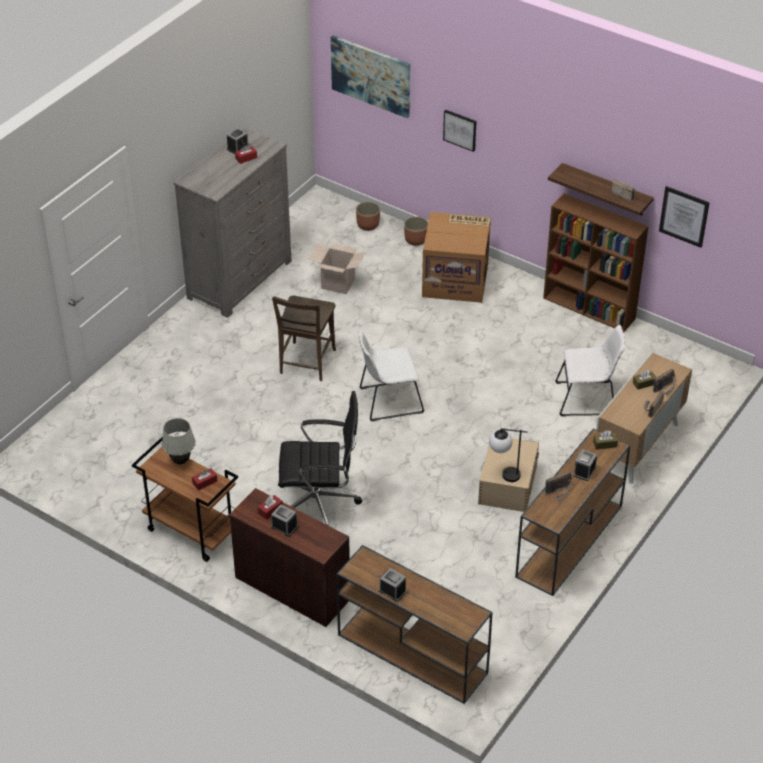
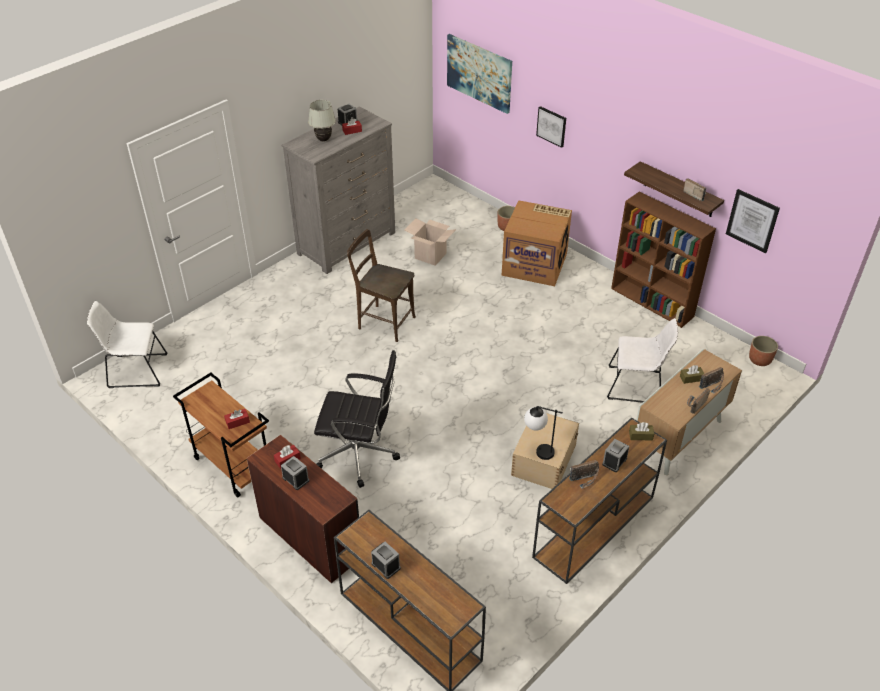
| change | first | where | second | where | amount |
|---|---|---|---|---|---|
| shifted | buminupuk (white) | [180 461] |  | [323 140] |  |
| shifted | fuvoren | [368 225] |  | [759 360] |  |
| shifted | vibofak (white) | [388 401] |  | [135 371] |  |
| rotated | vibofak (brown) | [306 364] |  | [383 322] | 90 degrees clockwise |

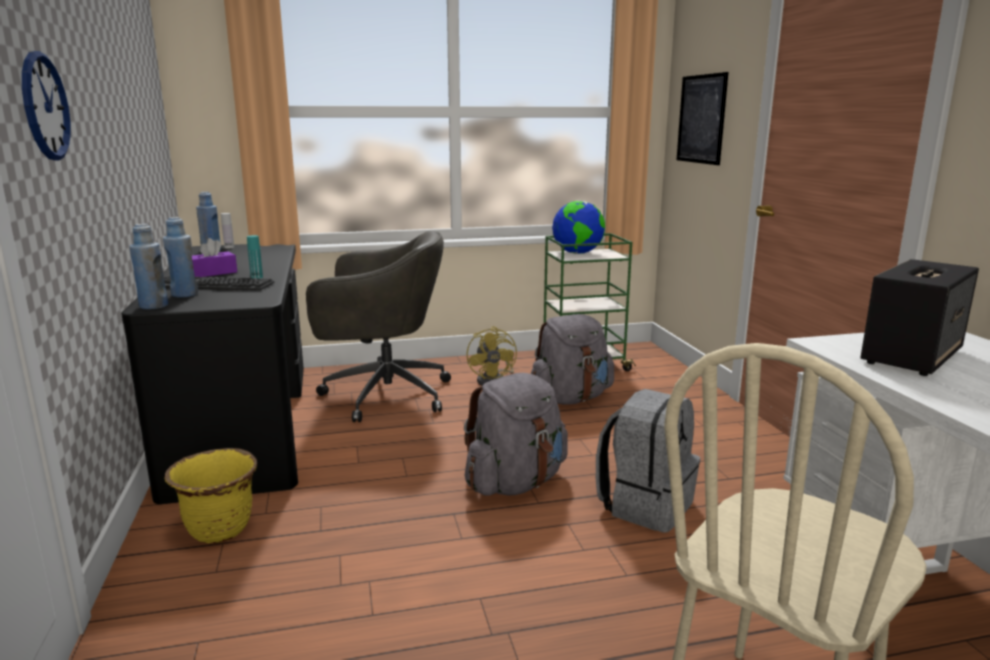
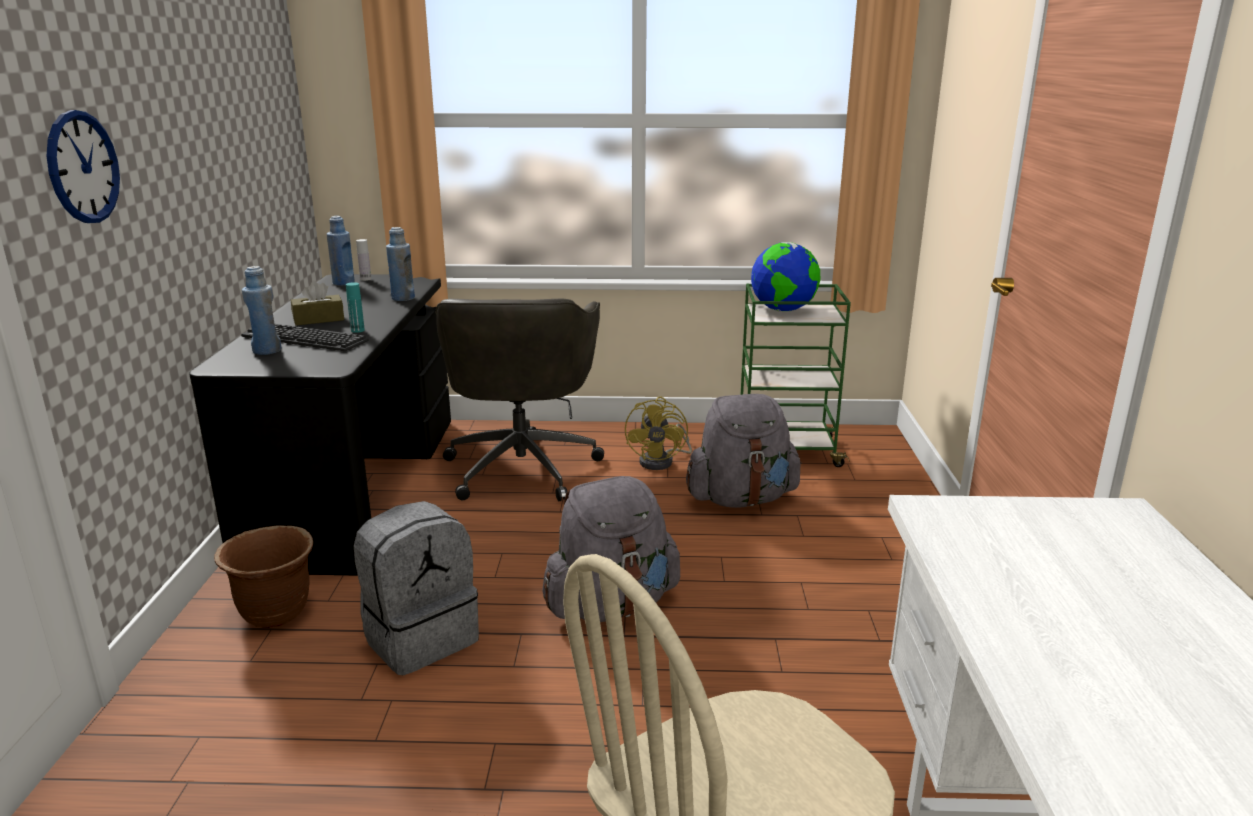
| change | first | where | second | where | amount |
|---|---|---|---|---|---|
| gone | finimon | [701 119] |  |  |  |
| gone | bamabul | [912 356] |  |  |  |
| shifted | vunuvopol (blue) | [153 306] |  | [403 298] |  |
| shifted | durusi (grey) | [645 505] |  | [420 637] |  |
| repainted | fuvoren (yellow) | [219 529] | fuvoren (brown) | [275 612] |  |
| repainted | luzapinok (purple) | [213 273] | luzapinok (brown) | [318 319] |  |
| rotated | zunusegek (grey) | [383 395] |  | [522 466] | 75 degrees clockwise |

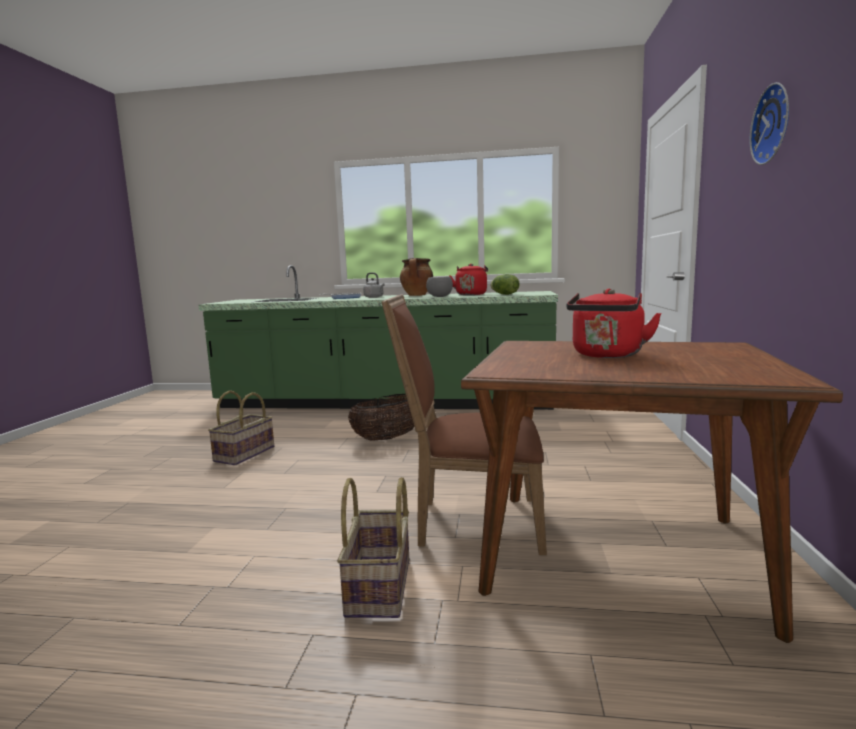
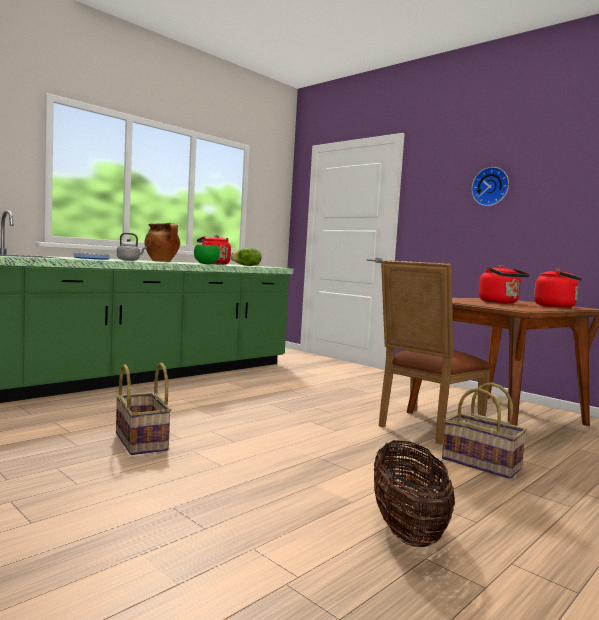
| change | first | where | second | where | amount |
|---|---|---|---|---|---|
| new |  |  | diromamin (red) | [557 307] |  |
| shifted | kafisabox | [388 438] |  | [407 530] |  |
| repainted | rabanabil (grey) | [440 297] | rabanabil (green) | [206 264] |  |

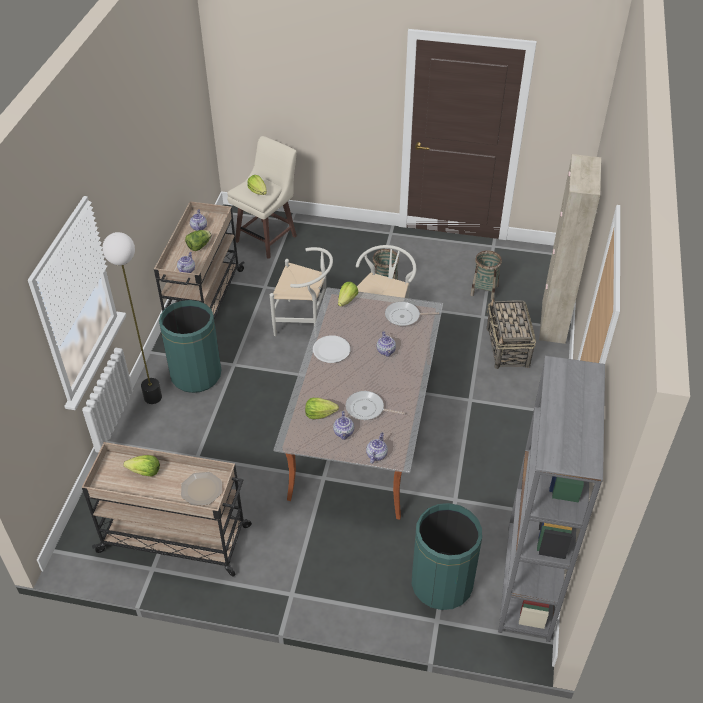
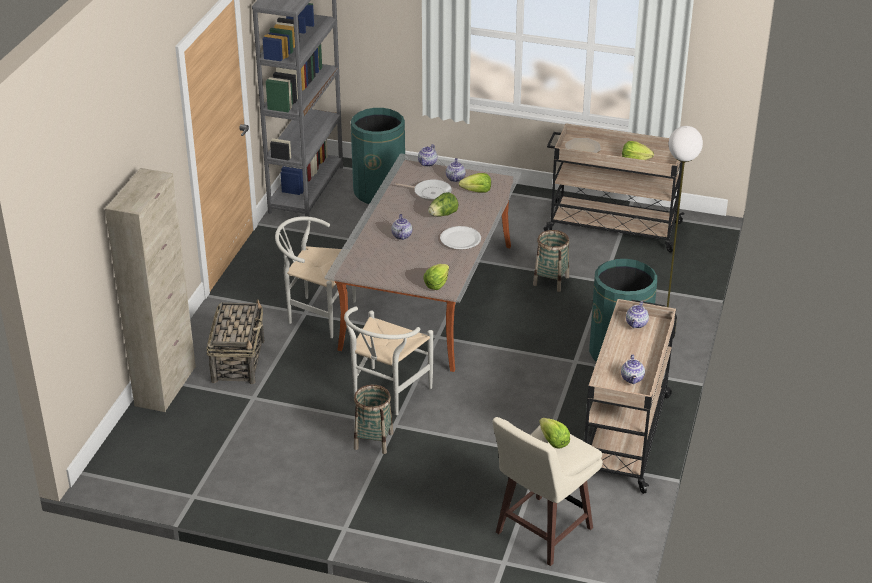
| change | first | where | second | where | amount |
|---|---|---|---|---|---|
| gone | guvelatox | [404 316] |  |  |  |
| shifted | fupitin | [199 246] |  | [443 215] |  |
| shifted | vibofak (white) | [305 321] |  | [316 313] |  |
| shifted | kafisabox | [484 290] |  | [551 281] |  |

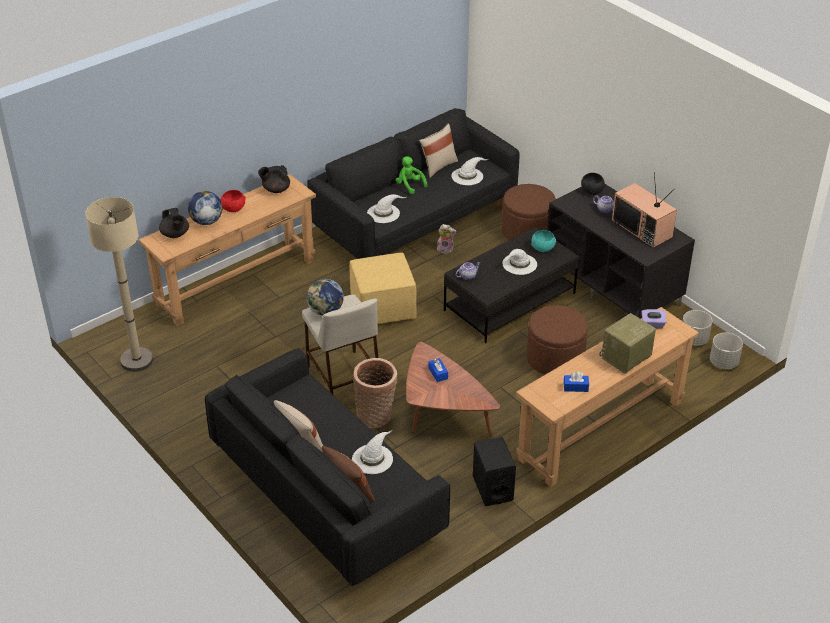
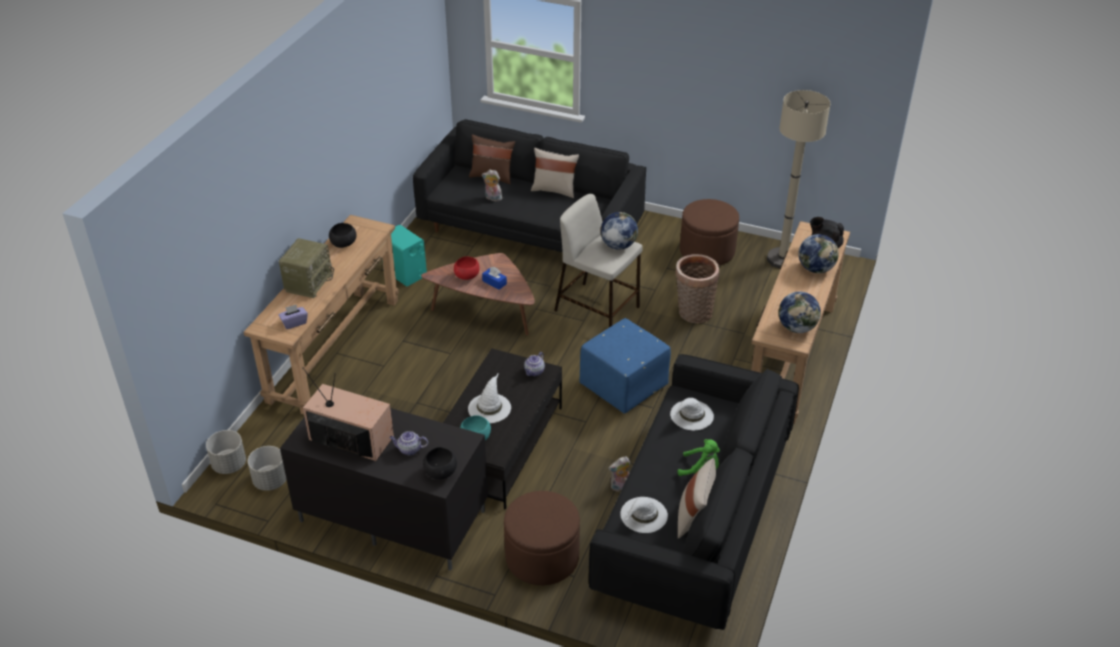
| change | first | where | second | where | amount |
|---|---|---|---|---|---|
| shifted | rabanabil (red) | [234 208] |  | [467 277] |  |
| shifted | kafisabox | [376 416] |  | [693 314] |  |
| shifted | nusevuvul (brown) | [555 358] |  | [707 251] |  |
| swapped | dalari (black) | [275 189] | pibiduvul | [797 328] |  |
| swapped | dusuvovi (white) | [372 458] | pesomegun | [492 198] |  |
| swapped | luzapinok (blue) | [575 387] | rabanabil (black) | [344 244] |  |
| repainted | nusevuvul (yellow) | [383 308] | nusevuvul (blue) | [624 387] |  |
| repainted | bamabul (black) | [492 488] | bamabul (turquoise) | [405 273] |  |

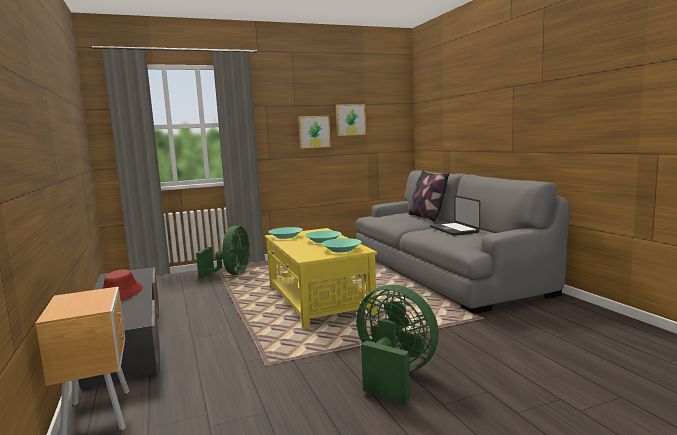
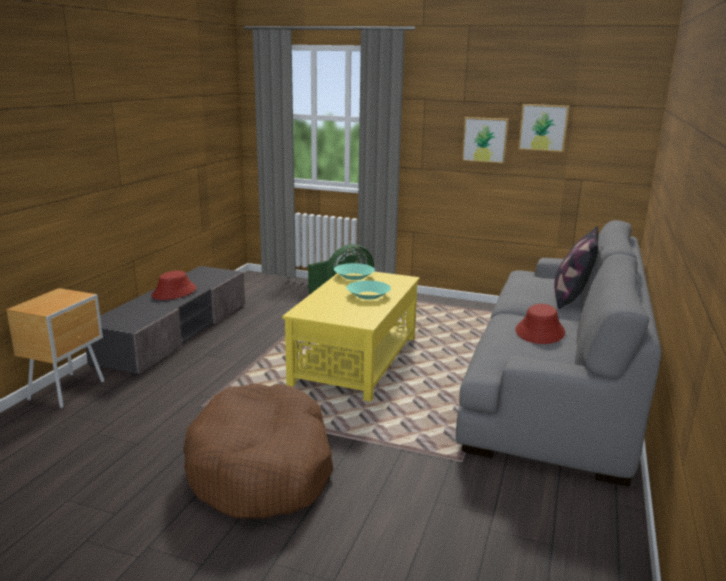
| change | first | where | second | where | amount |
|---|---|---|---|---|---|
| gone | rabanabil (turquoise) | [341 250] |  |  |  |
| swapped | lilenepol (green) | [394 374] | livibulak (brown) | [262 468] |  |
| swapped | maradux | [454 230] | dusuvovi (red) | [540 332] |  |

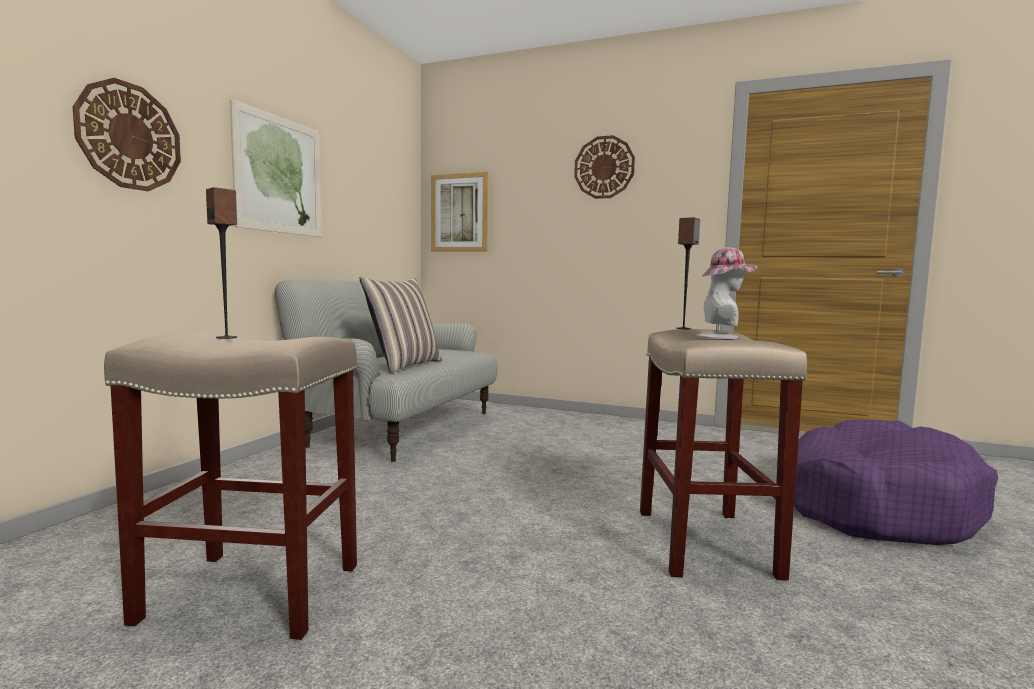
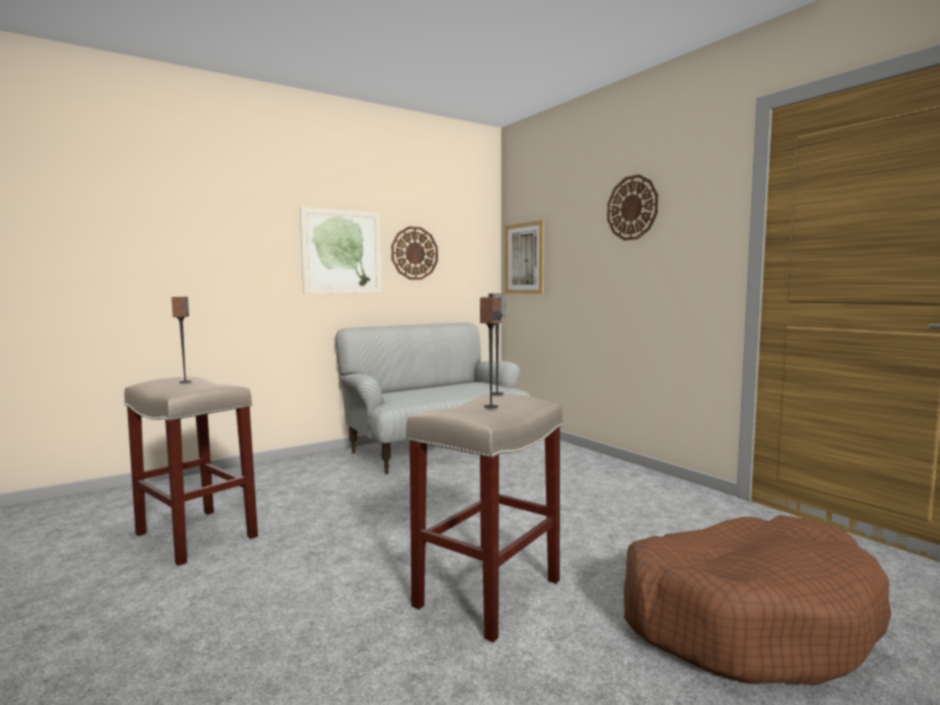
| change | first | where | second | where | amount |
|---|---|---|---|---|---|
| gone | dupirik | [404 365] |  |  |  |
| shifted | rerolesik | [129 136] |  | [414 253] |  |
| swapped | dusuvovi | [722 337] | bamabul | [490 406] |  |
| repainted | livibulak (purple) | [873 504] | livibulak (brown) | [746 619] |  |

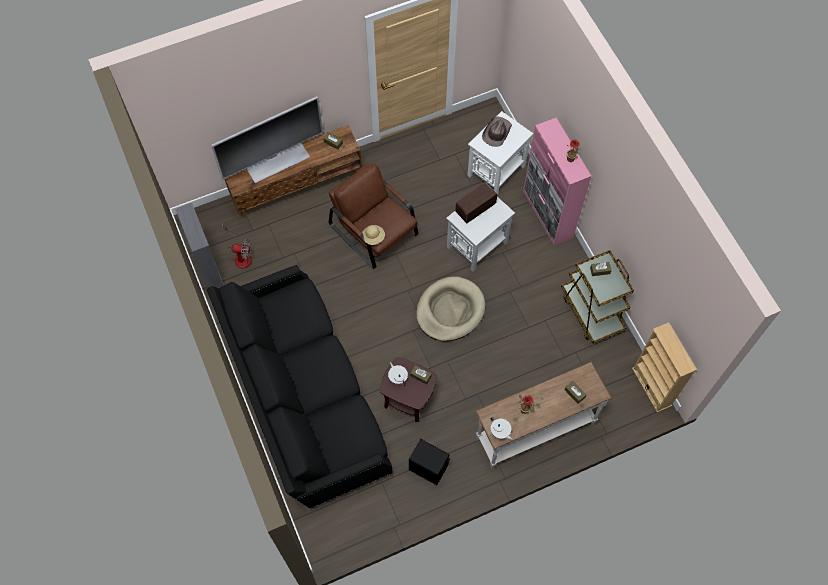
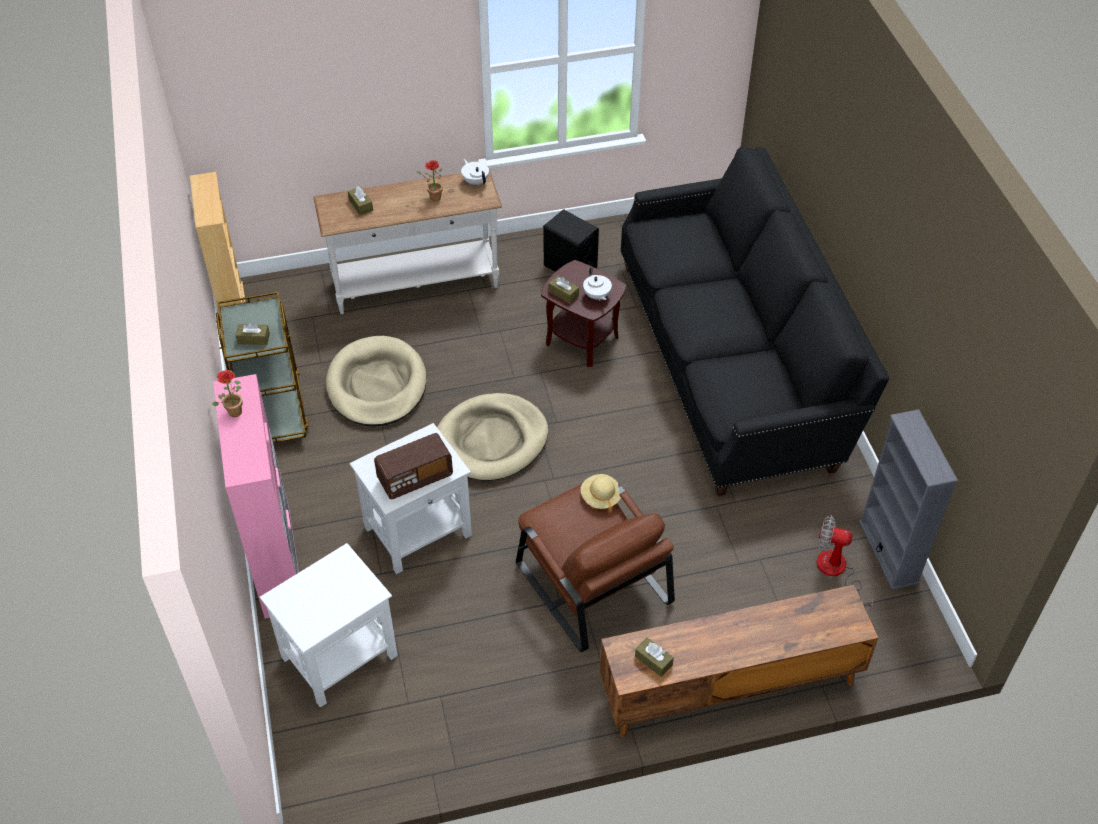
| change | first | where | second | where | amount |
|---|---|---|---|---|---|
| gone | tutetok | [277 162] |  |  |  |
| gone | dusuvovi (brown) | [496 132] |  |  |  |
| new |  |  | livibulak (beige) | [377 385] |  |

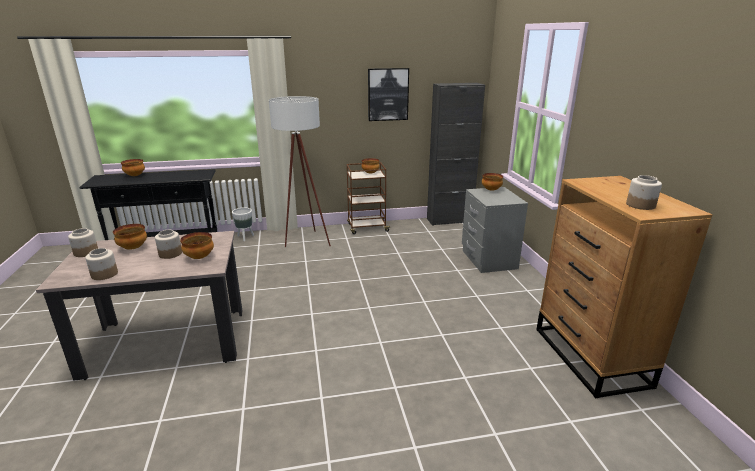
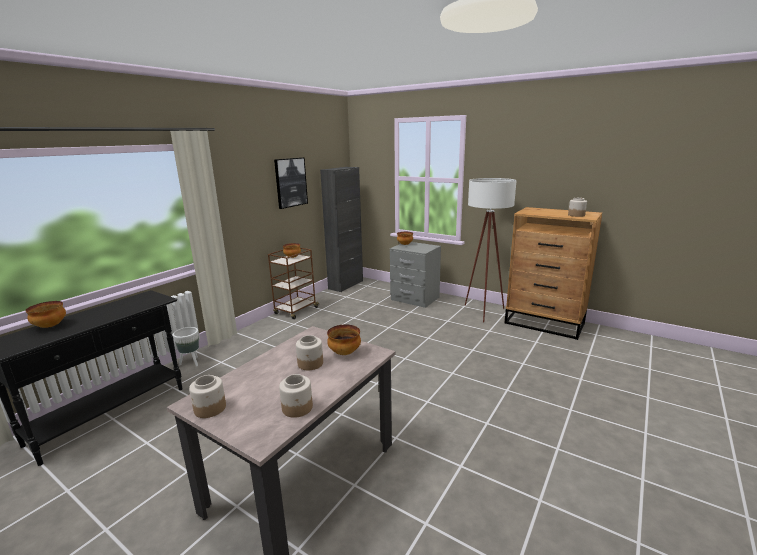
| change | first | where | second | where | amount |
|---|---|---|---|---|---|
| gone | rabanabil | [133 248] |  |  |  |
| shifted | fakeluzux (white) | [304 242] |  | [483 314] |  |

